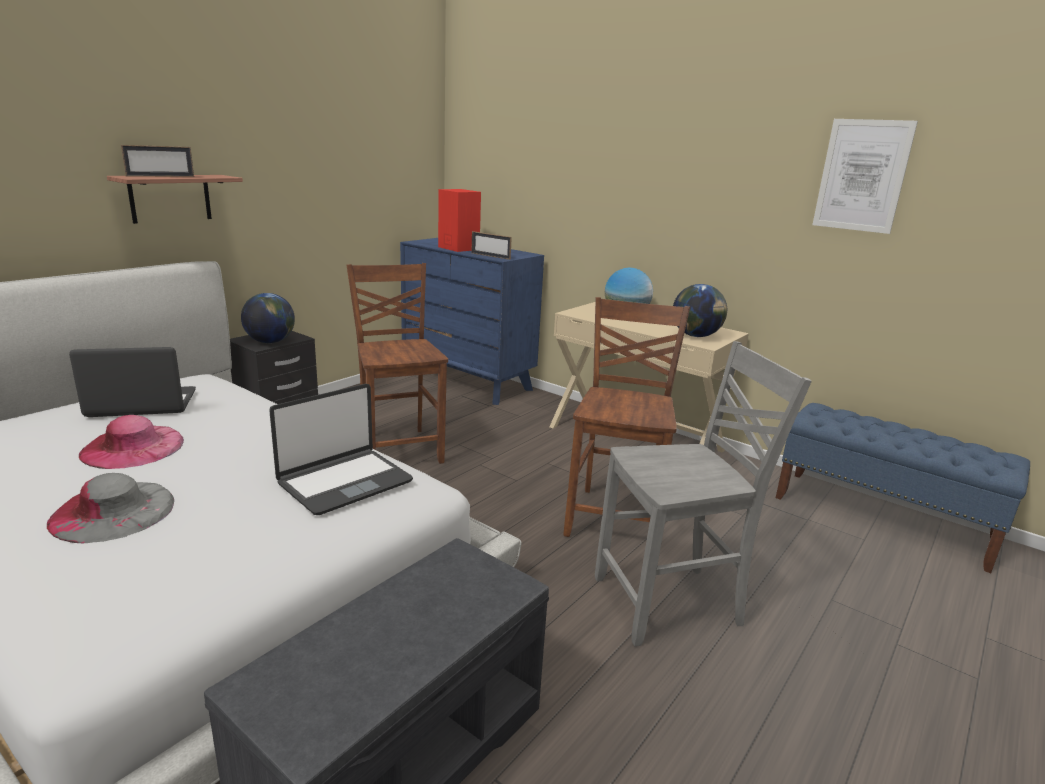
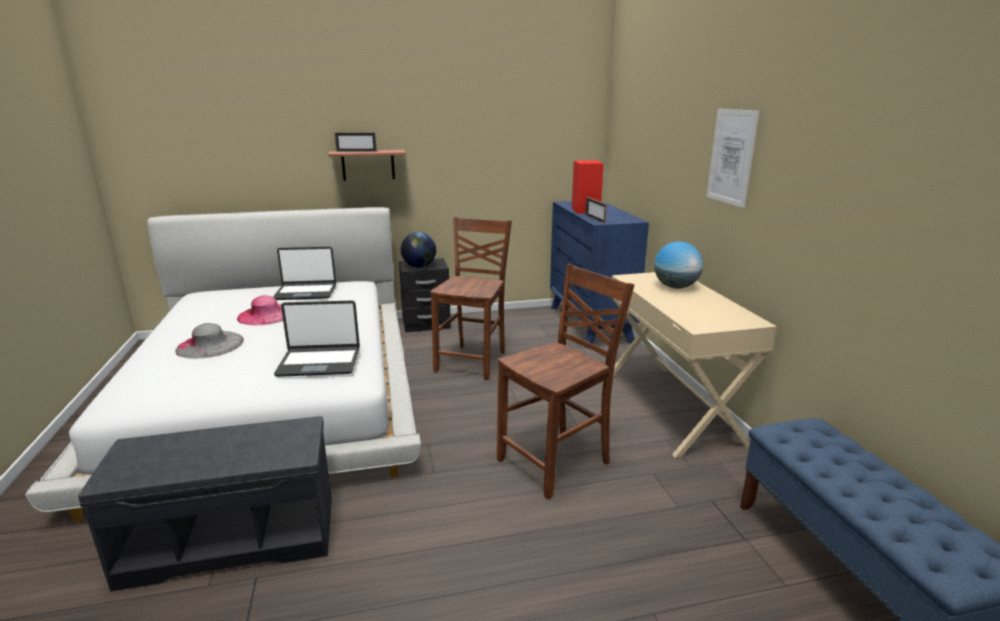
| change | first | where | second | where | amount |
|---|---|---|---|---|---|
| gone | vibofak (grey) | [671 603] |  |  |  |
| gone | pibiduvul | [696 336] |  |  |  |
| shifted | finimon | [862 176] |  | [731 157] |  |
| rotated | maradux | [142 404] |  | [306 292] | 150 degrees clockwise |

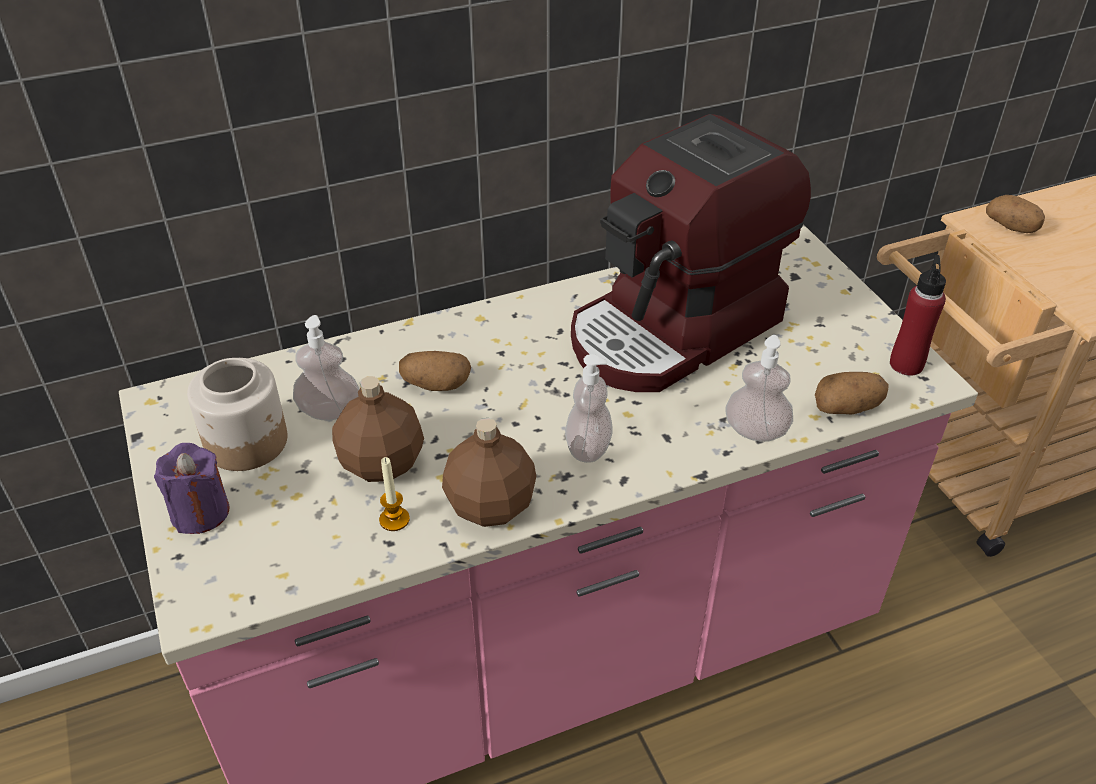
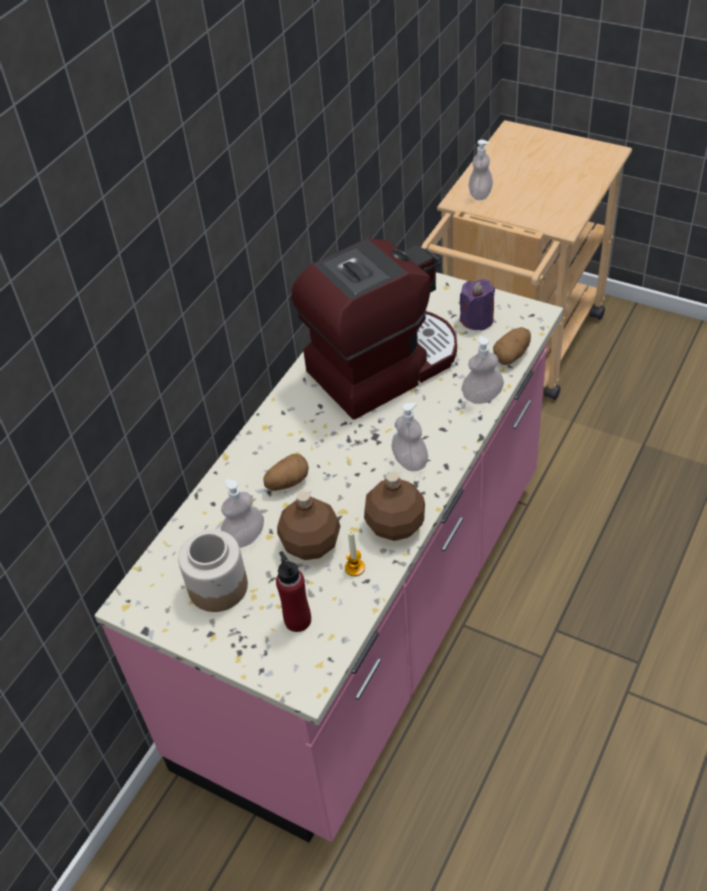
| change | first | where | second | where | amount |
|---|---|---|---|---|---|
| shifted | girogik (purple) | [200 512] |  | [477 320] |  |
| shifted | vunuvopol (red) | [906 364] |  | [297 620] |  |
| swapped | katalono | [1011 227] | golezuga | [480 194] |  |
| rotated | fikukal | [675 330] |  | [383 366] | 135 degrees counterclockwise |

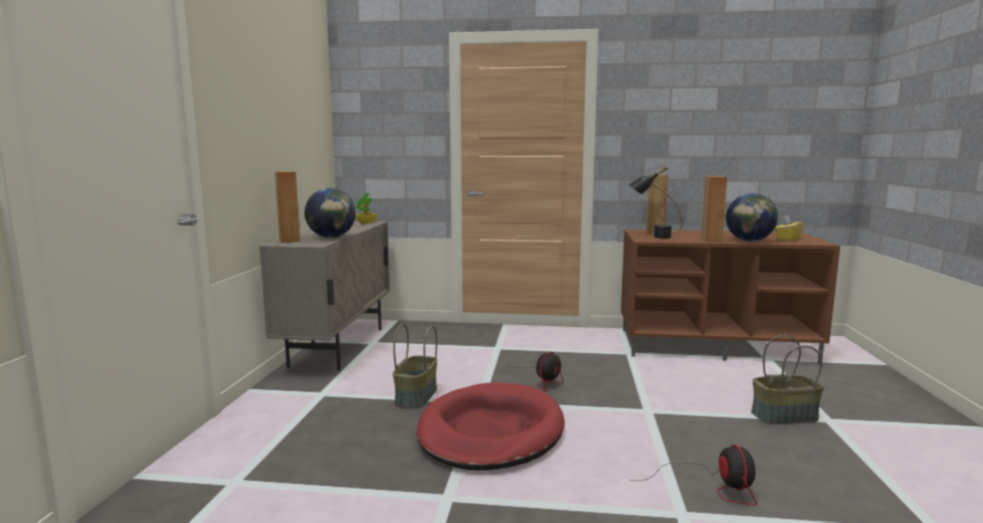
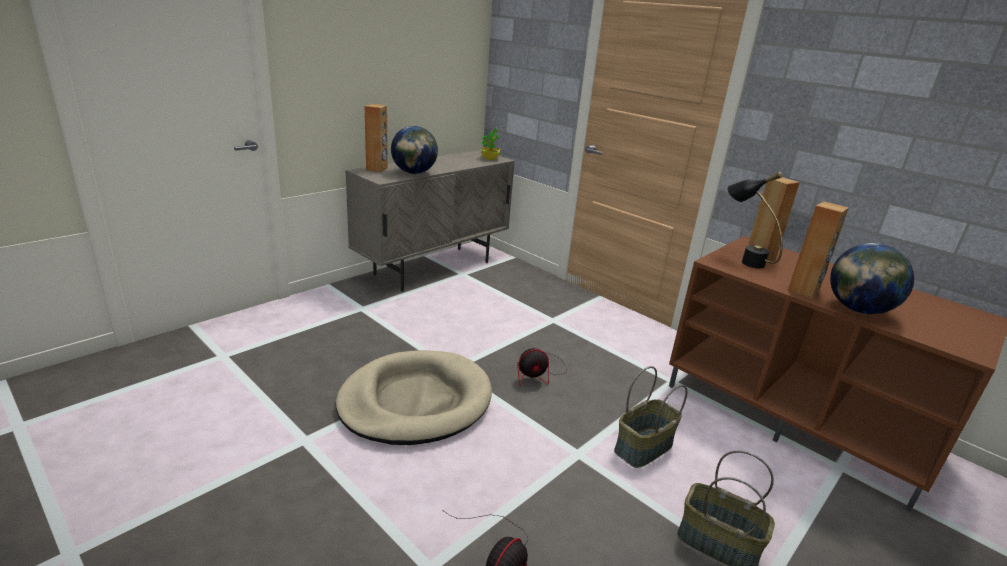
| change | first | where | second | where | amount |
|---|---|---|---|---|---|
| gone | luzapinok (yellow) | [787 239] |  |  |  |
| shifted | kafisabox | [417 397] |  | [644 448] |  |
| repainted | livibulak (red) | [490 432] | livibulak (beige) | [415 401] |  |

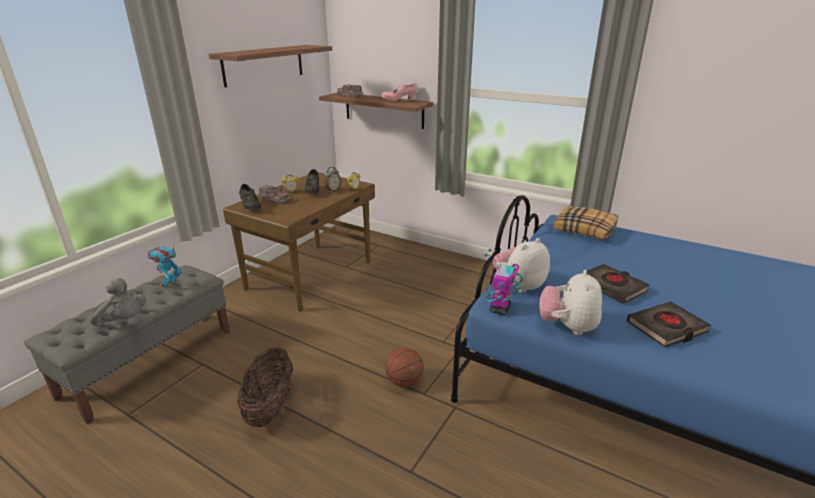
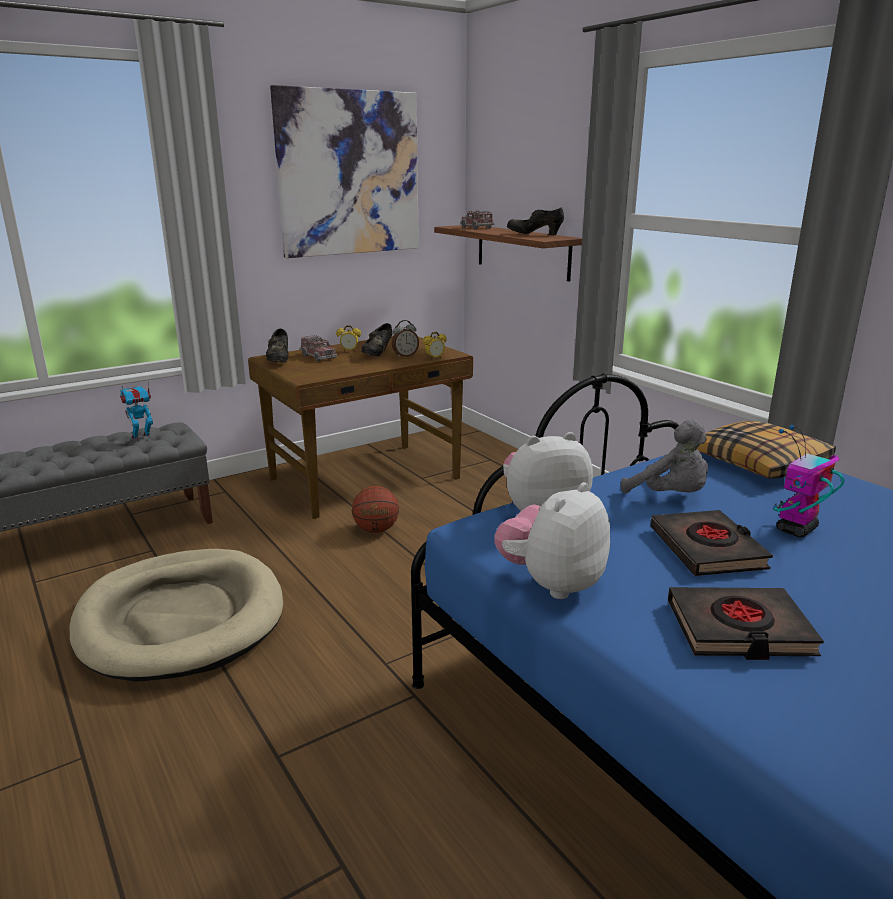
| change | first | where | second | where | amount |
|---|---|---|---|---|---|
| shifted | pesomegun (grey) | [124 320] |  | [670 496] |  |
| shifted | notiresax | [404 382] |  | [376 530] |  |
| shifted | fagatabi | [499 309] |  | [796 529] |  |
| swapped | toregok | [264 64] | finimon | [349 174] |  |
| swapped | kafisabox | [270 406] | livibulak (beige) | [181 619] |  |
| repainted | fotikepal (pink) | [399 101] | fotikepal (black) | [534 234] |  |

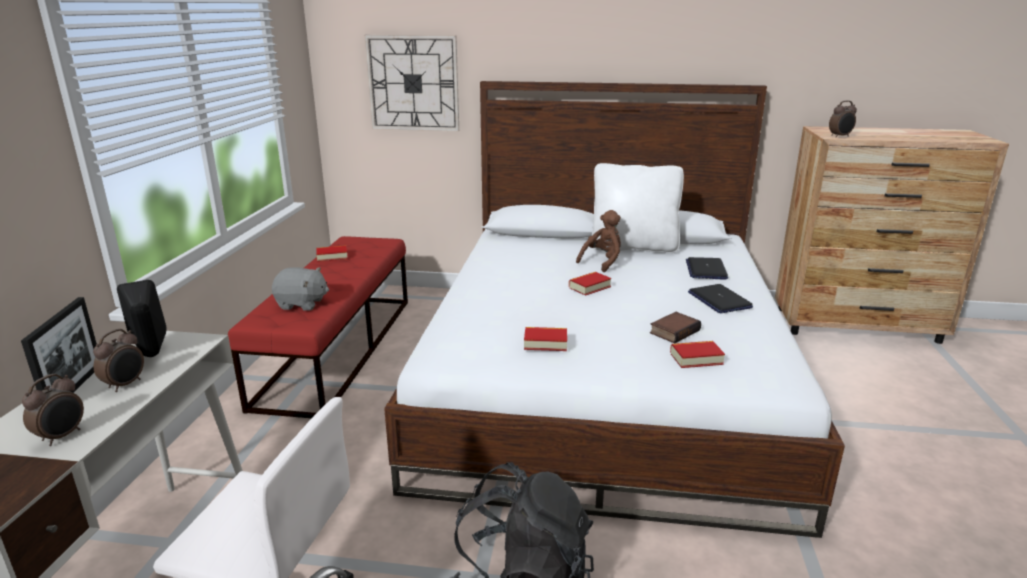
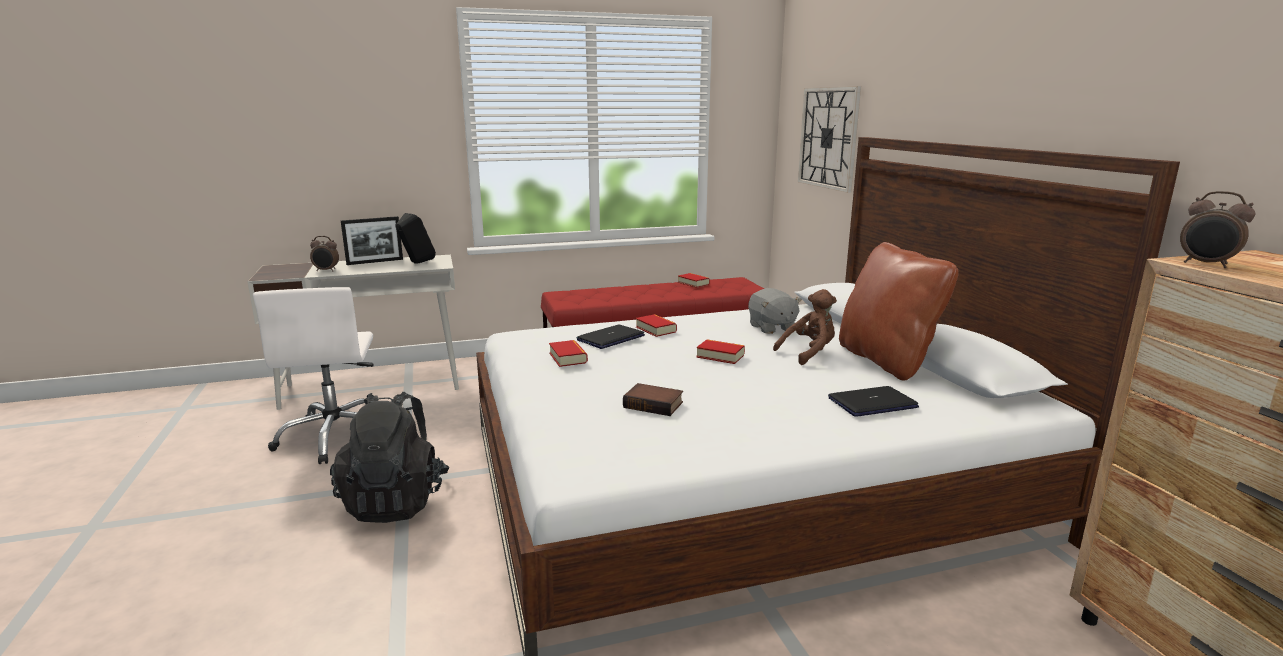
| change | first | where | second | where | amount |
|---|---|---|---|---|---|
| gone | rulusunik | [126 384] |  |  |  |
| shifted | pesomegun (grey) | [302 304] |  | [771 328] |  |
| shifted | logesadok | [696 358] |  | [656 329] |  |
| shifted | maradux | [719 300] |  | [610 338] |  |
| repainted | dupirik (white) | [633 247] | dupirik (brown) | [886 361] |  |
| rotated | pesomegun (brown) | [602 262] |  | [809 353] | 45 degrees counterclockwise |

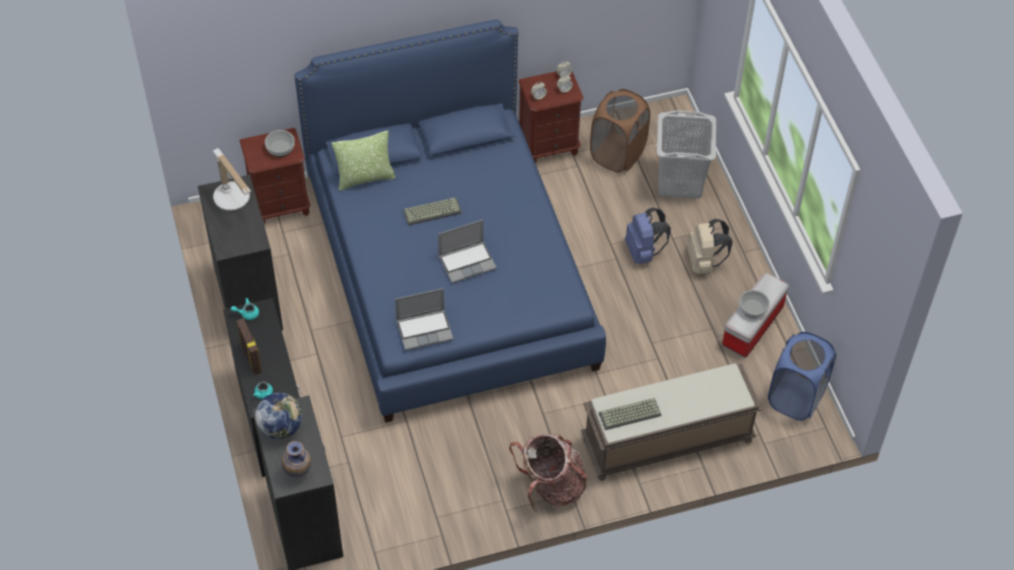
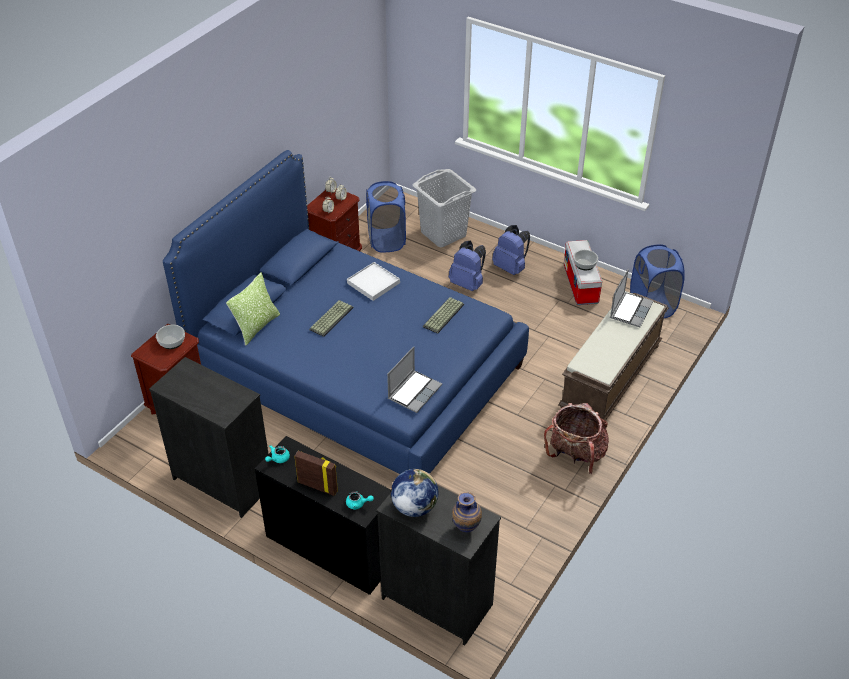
| change | first | where | second | where | amount |
|---|---|---|---|---|---|
| gone | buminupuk | [234 200] |  |  |  |
| new |  |  | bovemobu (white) | [373 283] |  |
| shifted | maradux | [467 262] |  | [630 310] |  |
| shifted | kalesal | [629 415] |  | [444 316] |  |
| repainted | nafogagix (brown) | [617 154] | nafogagix (blue) | [386 240] |  |
| repainted | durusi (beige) | [704 262] | durusi (blue) | [511 267] |  |

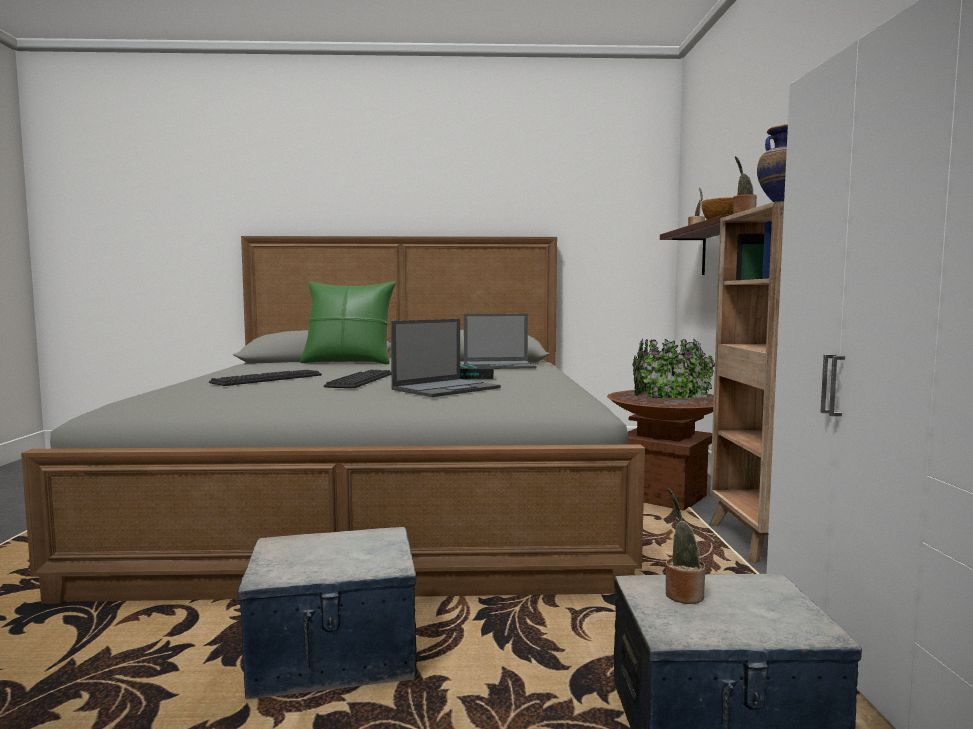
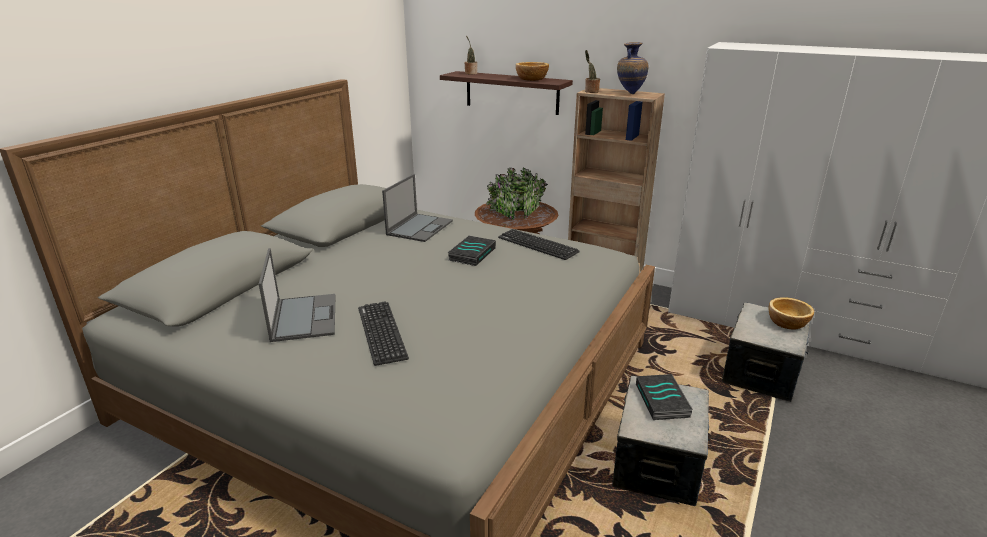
| change | first | where | second | where | amount |
|---|---|---|---|---|---|
| gone | dupirik (green) | [348 362] |  |  |  |
| gone | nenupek | [682 594] |  |  |  |
| new |  |  | logesadok | [663 401] |  |
| new |  |  | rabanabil | [787 323] |  |
| shifted | kalesal | [360 380] |  | [537 245] |  |
| shifted | maradux | [447 388] |  | [304 317] |  |

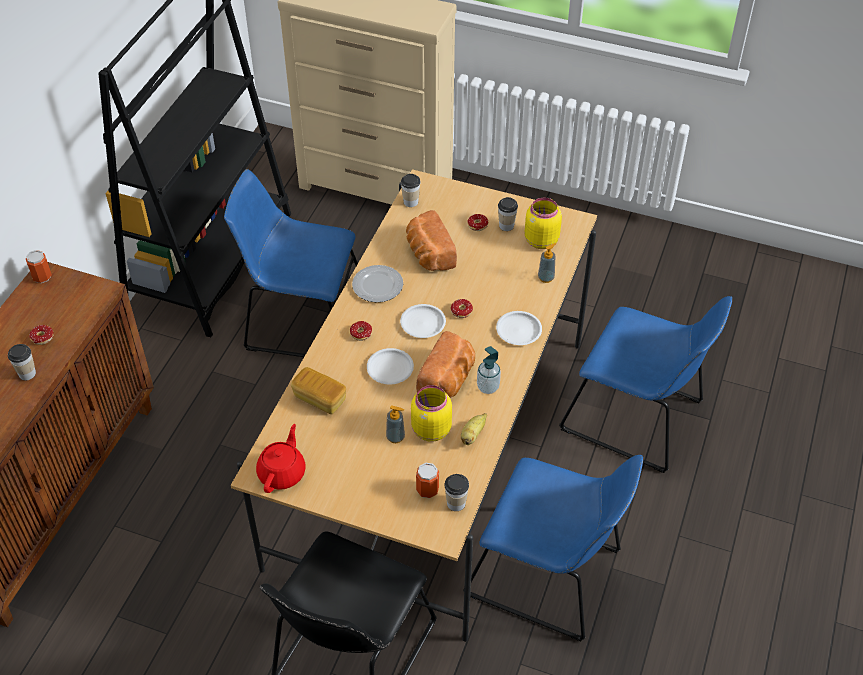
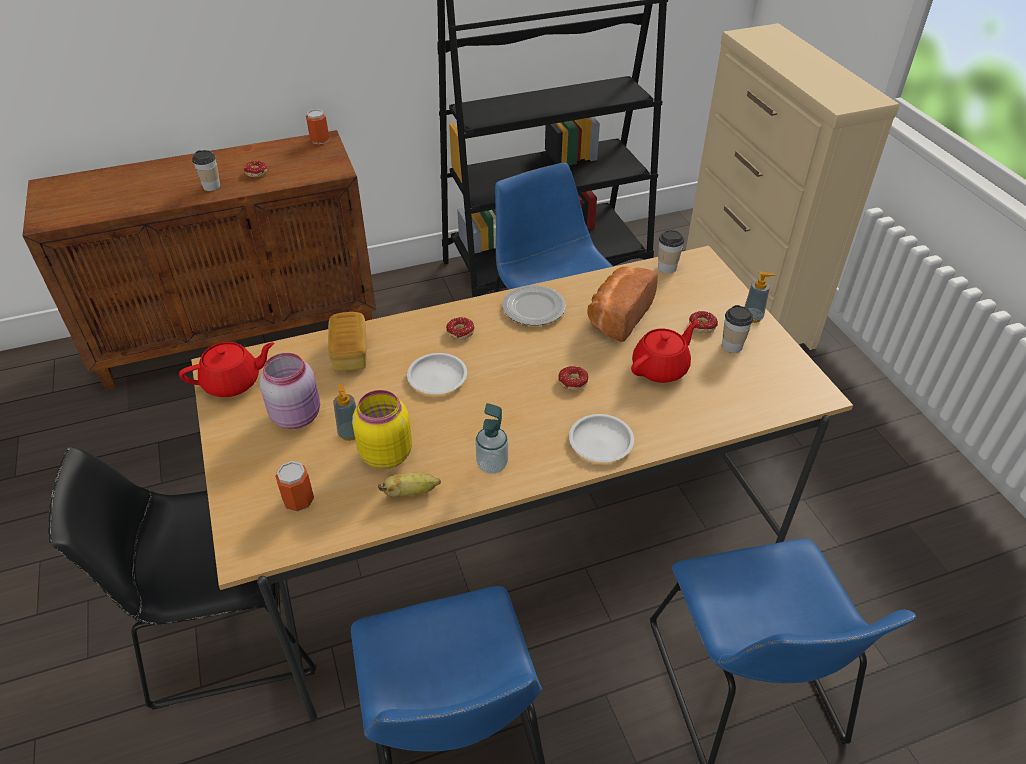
| change | first | where | second | where | amount |
|---|---|---|---|---|---|
| gone | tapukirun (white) | [423 323] |  |  |  |
| gone | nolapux | [448 379] |  |  |  |
| gone | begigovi | [456 503] |  |  |  |
| gone | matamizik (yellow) | [540 240] |  |  |  |
| new |  |  | matamizik (pink) | [297 415] |  |
| new |  |  | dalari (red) | [661 368] |  |
| shifted | golezuga | [546 277] |  | [752 317] |  |

